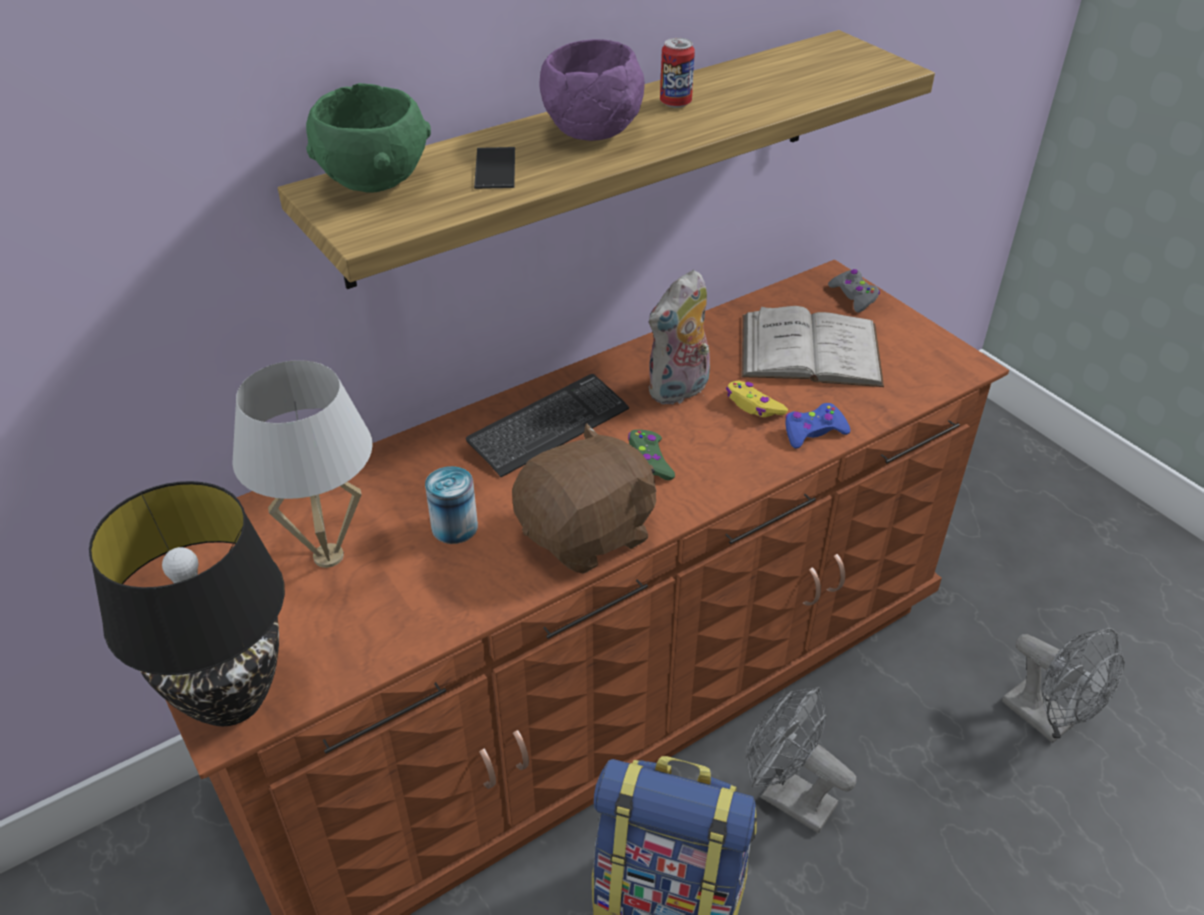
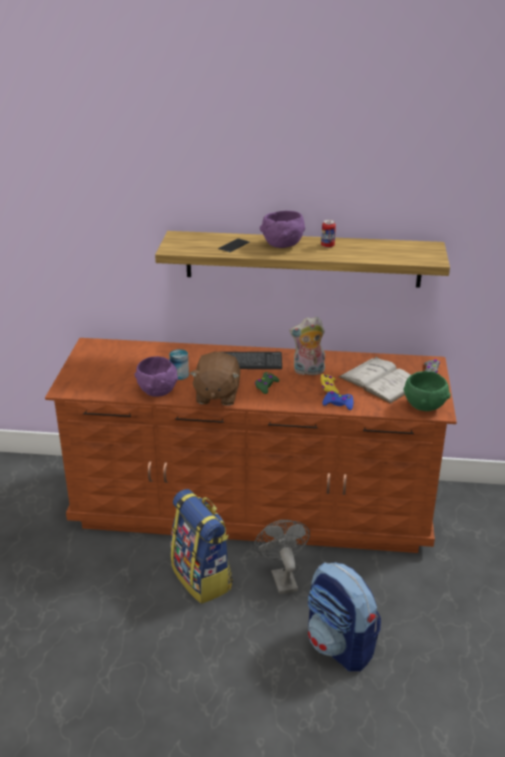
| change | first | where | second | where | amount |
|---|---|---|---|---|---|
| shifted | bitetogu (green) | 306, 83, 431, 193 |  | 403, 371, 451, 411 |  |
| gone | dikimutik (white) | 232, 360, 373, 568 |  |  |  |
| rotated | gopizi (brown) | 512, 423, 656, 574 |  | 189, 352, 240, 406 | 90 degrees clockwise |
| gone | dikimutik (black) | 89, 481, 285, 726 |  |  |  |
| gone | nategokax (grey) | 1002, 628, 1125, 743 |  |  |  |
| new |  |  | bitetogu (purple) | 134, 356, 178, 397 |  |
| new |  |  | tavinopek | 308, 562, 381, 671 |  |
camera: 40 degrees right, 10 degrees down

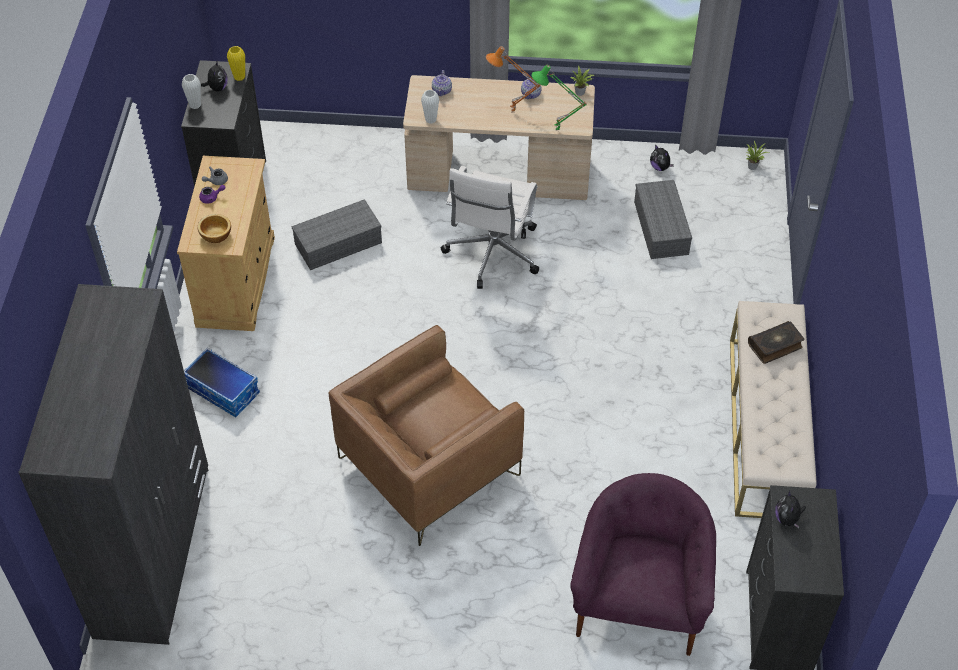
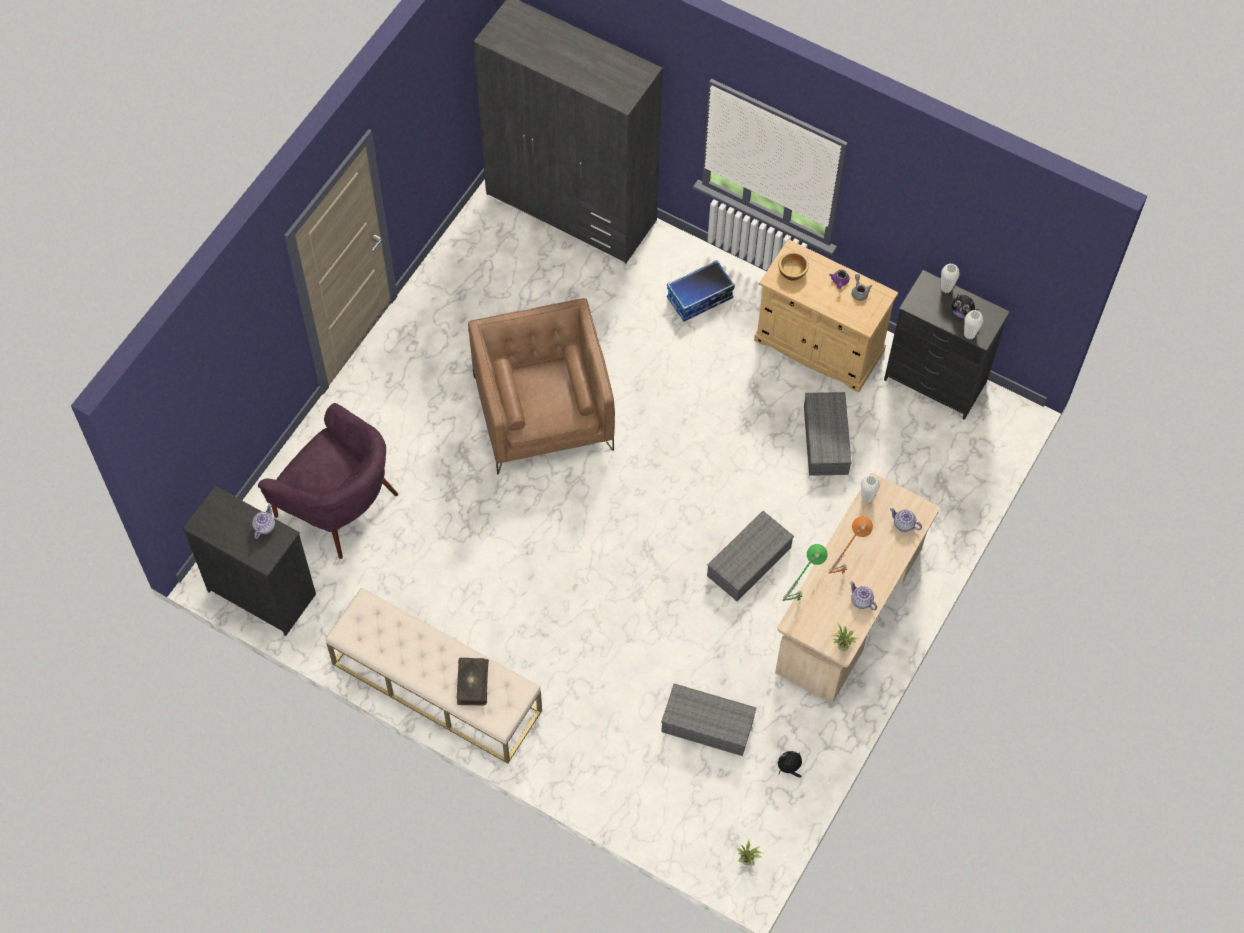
| change | first | where | second | where | amount |
|---|---|---|---|---|---|
| repainted | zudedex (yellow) | 227, 46, 245, 81 | zudedex (white) | 964, 310, 983, 340 |  |
| swapped | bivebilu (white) | 441, 166, 539, 289 | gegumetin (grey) | 707, 511, 794, 601 |  |
| swapped | gopizi | 776, 490, 806, 528 | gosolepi | 252, 504, 275, 539 |  |
camera: 115 degrees right, 10 degrees up

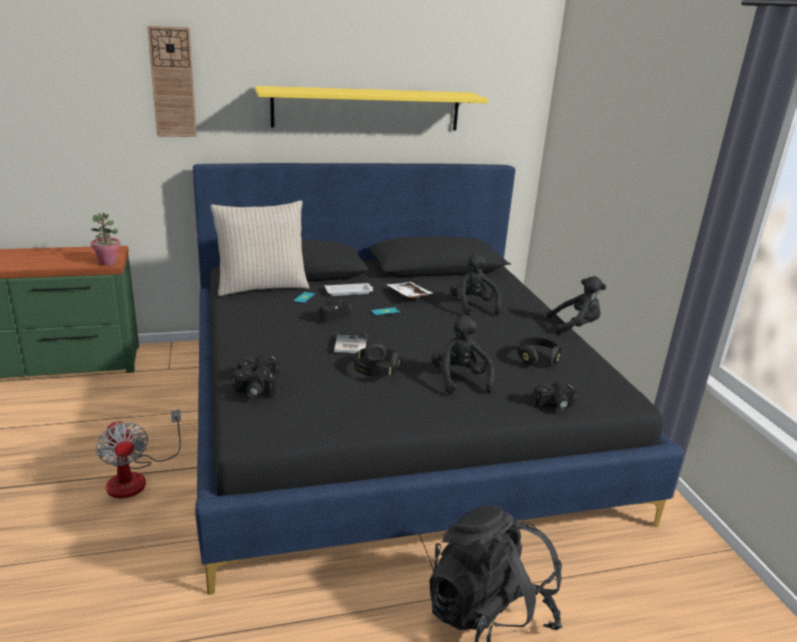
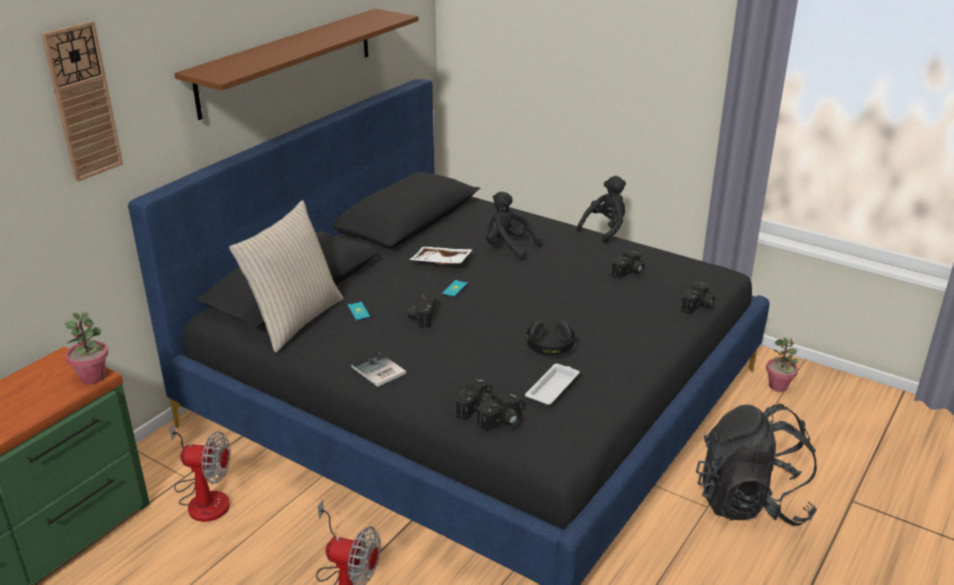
| change | first | where | second | where | amount |
|---|---|---|---|---|---|
| repainted | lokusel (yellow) | 255, 86, 489, 131 | lokusel (brown) | 174, 9, 418, 120 |  |
| shifted | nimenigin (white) | 325, 283, 373, 296 |  | 525, 364, 580, 405 |  |
| gone | gopizi (black) | 431, 315, 495, 394 |  |  |  |
| shifted | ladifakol | 334, 332, 367, 353 |  | 351, 352, 406, 387 |  |
| swapped | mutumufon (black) | 517, 337, 561, 366 | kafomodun | 611, 251, 645, 279 |  |
| new |  |  | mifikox | 766, 337, 798, 392 |  |
| new |  |  | nategokax | 169, 423, 230, 522 |  |
camera: 40 degrees left, 5 degrees up

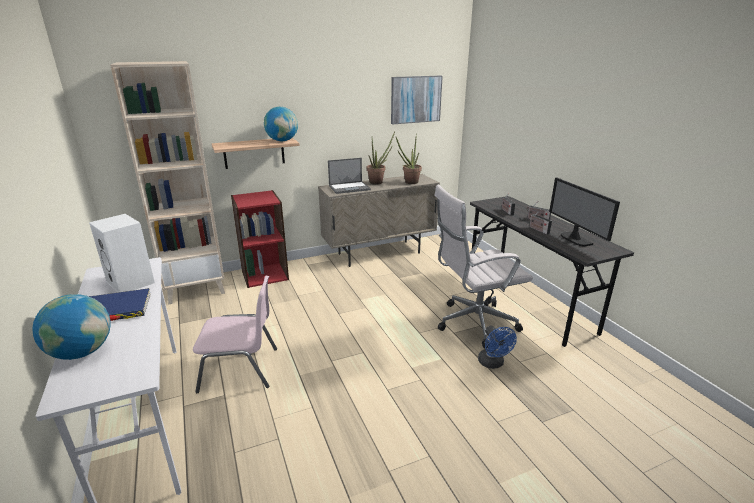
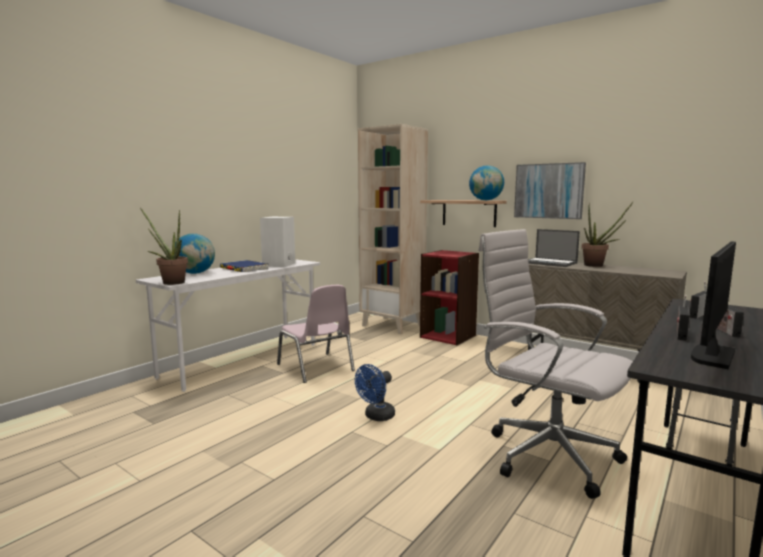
| change | first | where | second | where | amount |
|---|---|---|---|---|---|
| shifted | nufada | 391, 76, 443, 124 |  | 514, 162, 586, 219 |  |
| shifted | mifikox | 396, 137, 422, 184 |  | 140, 208, 188, 285 |  |
| shifted | nategokax (blue) | 478, 326, 517, 369 |  | 355, 364, 395, 421 |  |
camera: 60 degrees right, 15 degrees down

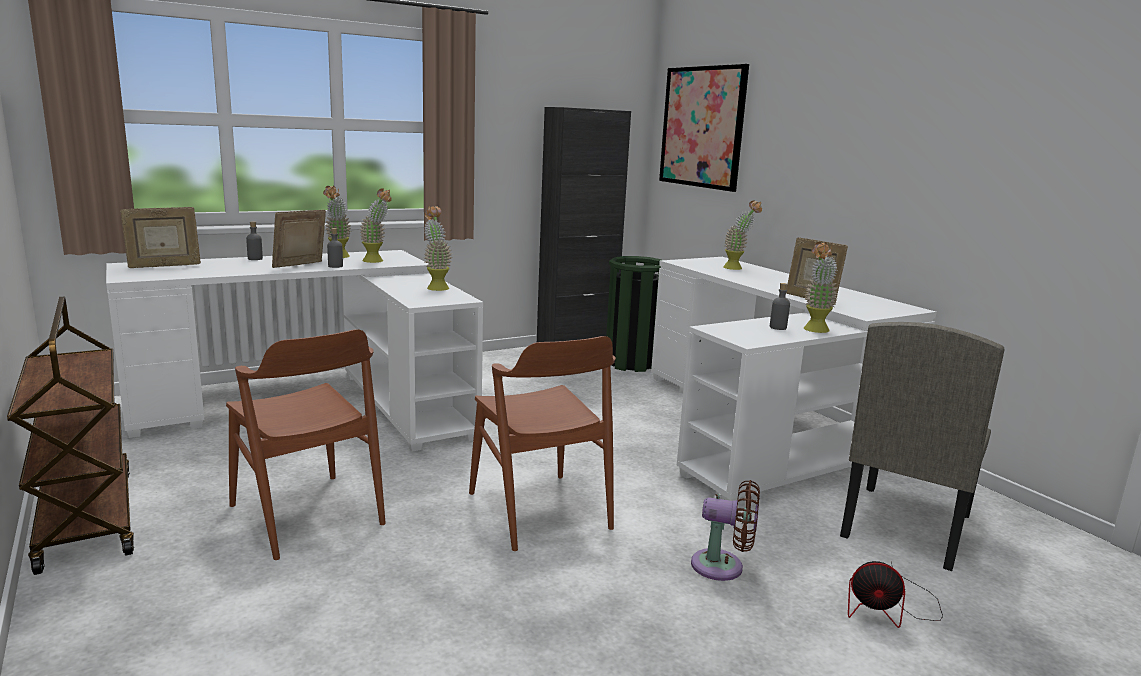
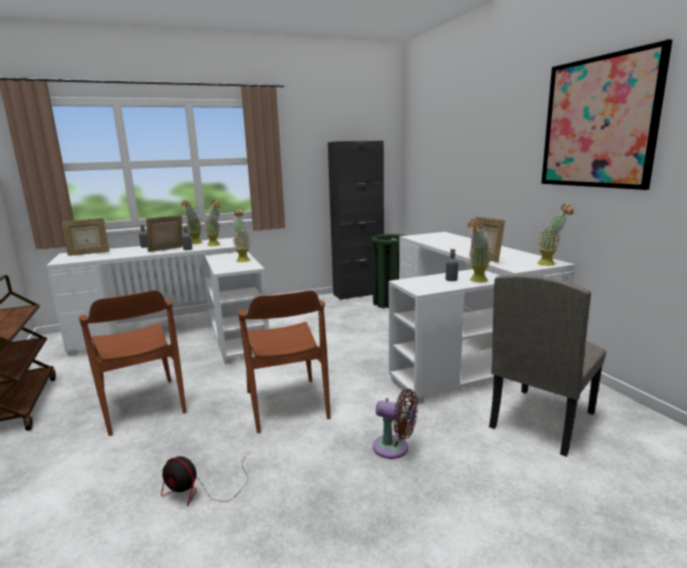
| change | first | where | second | where | amount |
|---|---|---|---|---|---|
| shifted | nufada | 659, 64, 749, 192 |  | 541, 39, 672, 190 |  |
| shifted | mifikox | 723, 201, 762, 270 |  | 537, 204, 574, 266 |  |
| shifted | nategokax | 848, 561, 943, 628 |  | 161, 452, 250, 506 |  |
camera: 10 degrees right, 0 degrees up

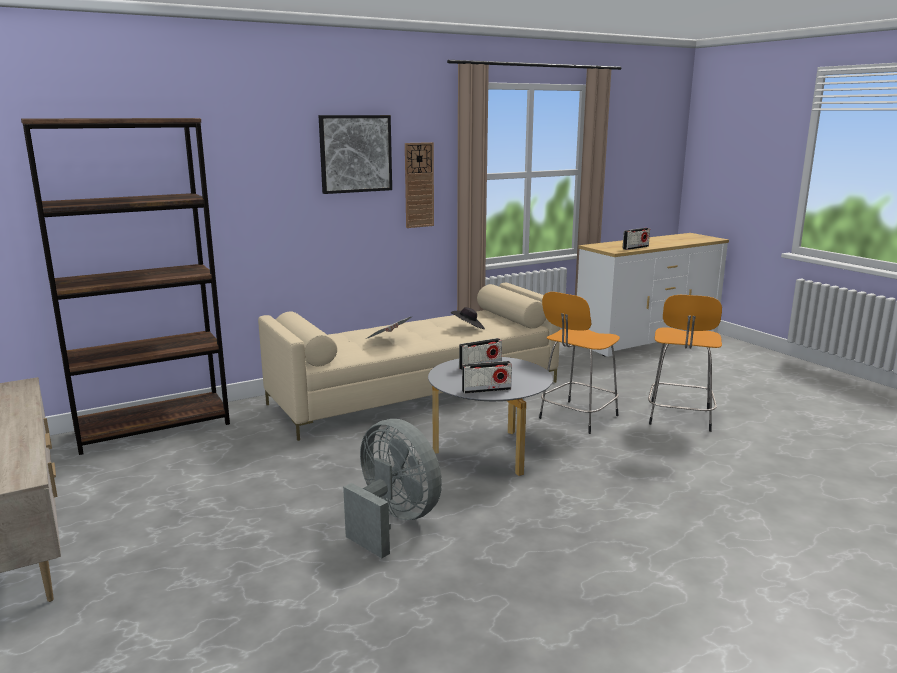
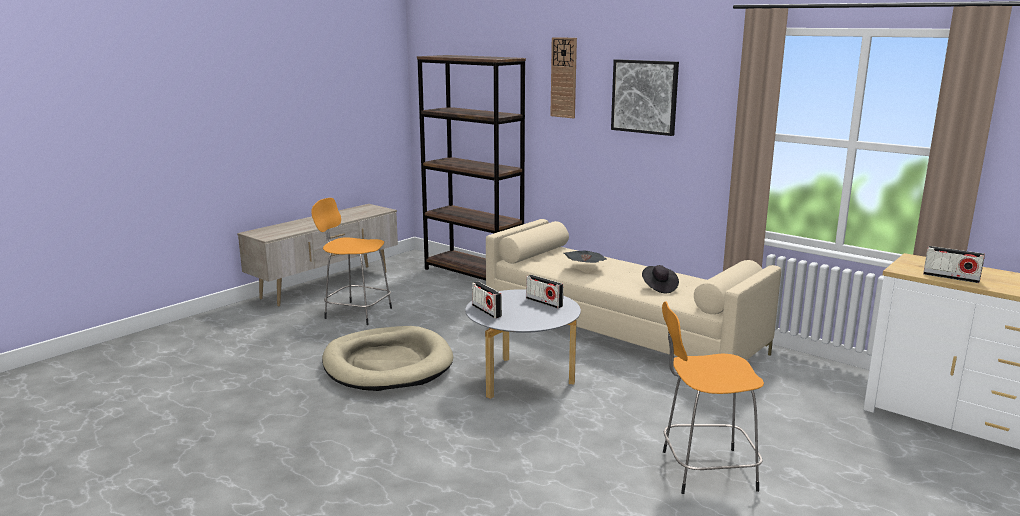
| change | first | where | second | where | amount |
|---|---|---|---|---|---|
| shifted | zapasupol | 405, 142, 434, 228 |  | 550, 37, 577, 118 |  |
| shifted | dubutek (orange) | 539, 292, 620, 434 |  | 311, 198, 392, 325 |  |
| swapped | nategokax (grey) | 343, 419, 442, 558 | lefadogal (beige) | 322, 326, 453, 391 |  |
camera: 70 degrees right, 0 degrees up

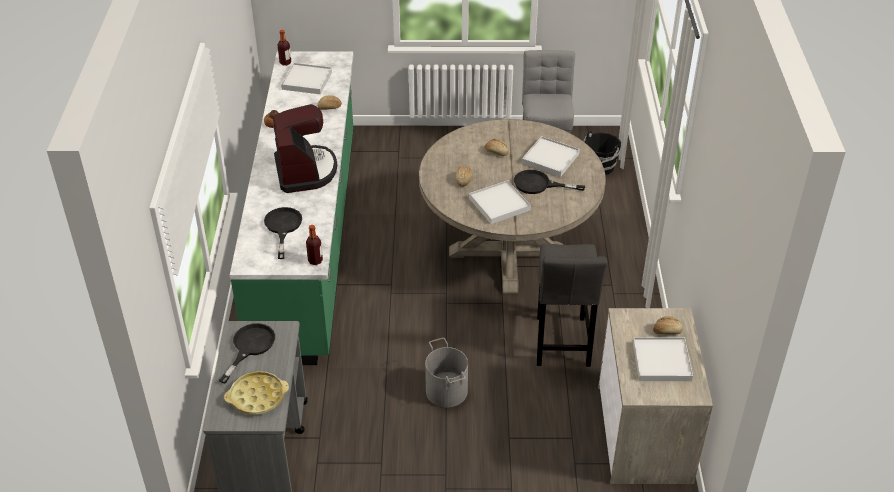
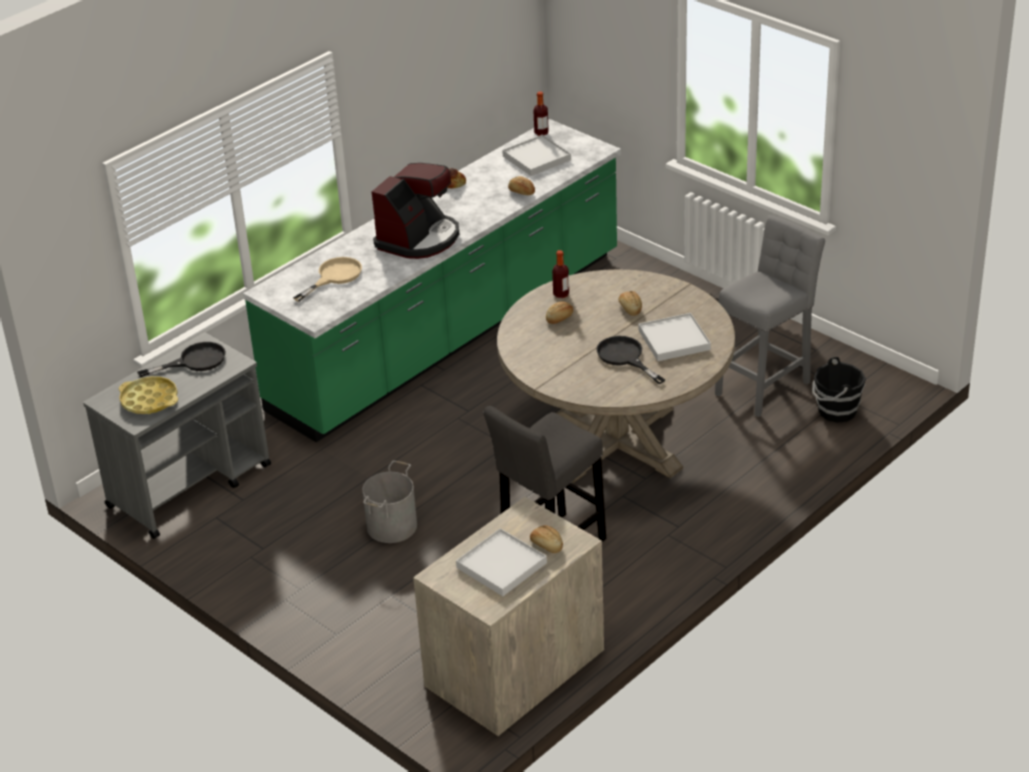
| change | first | where | second | where | amount |
|---|---|---|---|---|---|
| gone | nimenigin (white) | 469, 180, 531, 224 |  |  |  |
| repainted | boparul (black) | 264, 207, 302, 259 | boparul (beige) | 293, 257, 362, 302 |  |
| shifted | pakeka | 306, 225, 323, 265 |  | 552, 250, 569, 298 |  |
camera: 45 degrees right, 5 degrees down

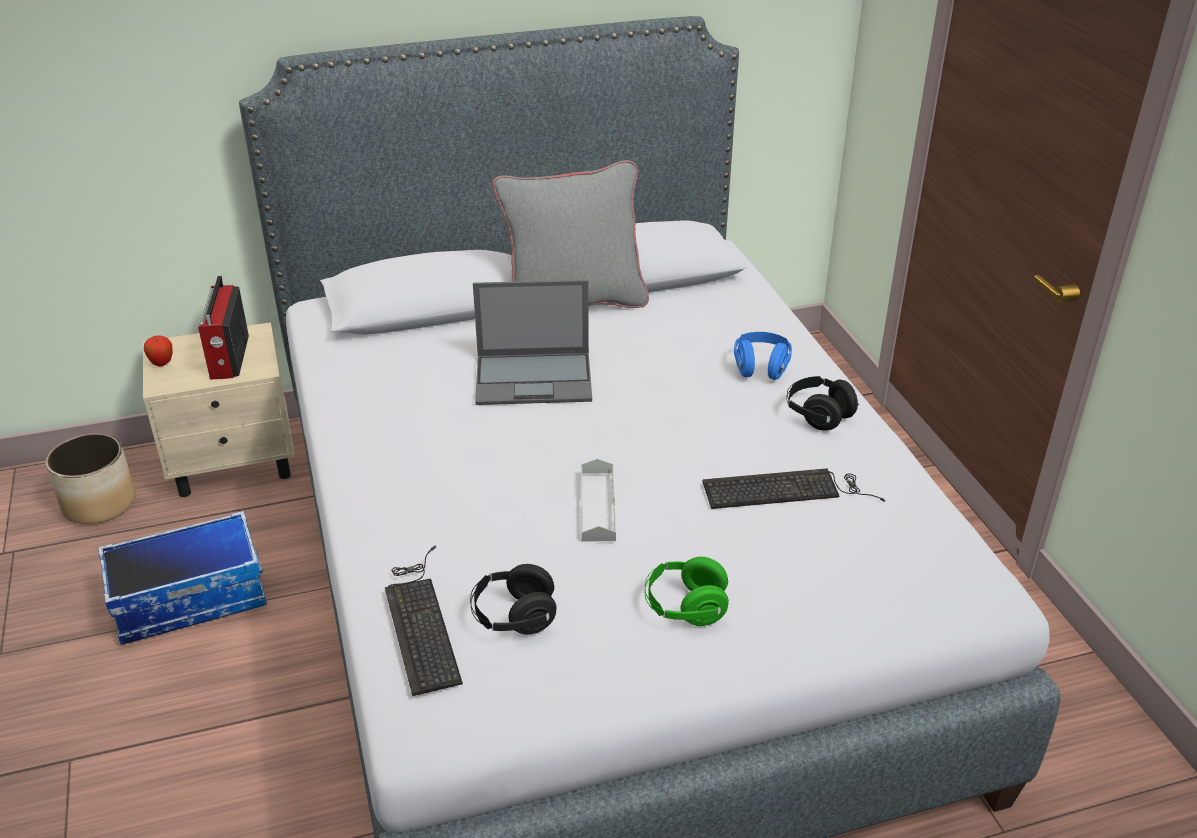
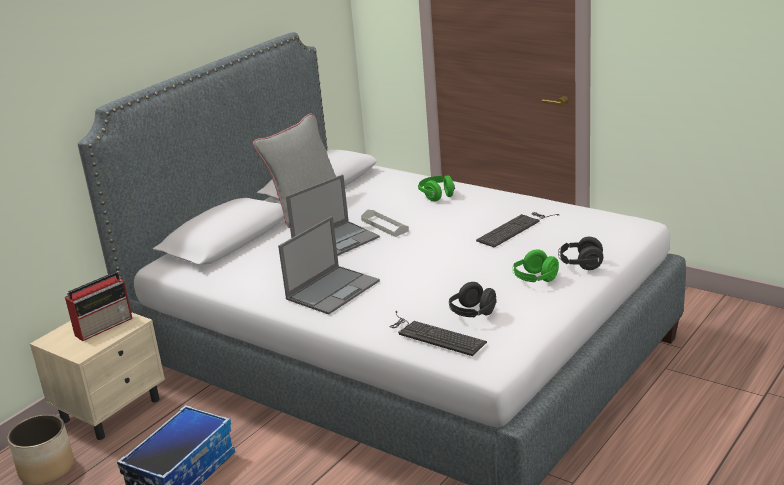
| change | first | where | second | where | amount |
|---|---|---|---|---|---|
| rotated | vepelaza | 198, 276, 249, 380 |  | 65, 271, 132, 341 | 90 degrees counterclockwise |
| repainted | mutumufon (blue) | 734, 332, 792, 380 | mutumufon (green) | 418, 175, 455, 201 |  |
| gone | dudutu | 144, 335, 173, 367 |  |  |  |
| shifted | mutumufon (black) | 786, 376, 859, 431 |  | 558, 237, 603, 270 |  |
| shifted | nimenigin (grey) | 581, 459, 616, 541 |  | 361, 209, 409, 237 |  |
| new |  |  | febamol | 278, 216, 380, 315 |  |
camera: 35 degrees left, 10 degrees down

